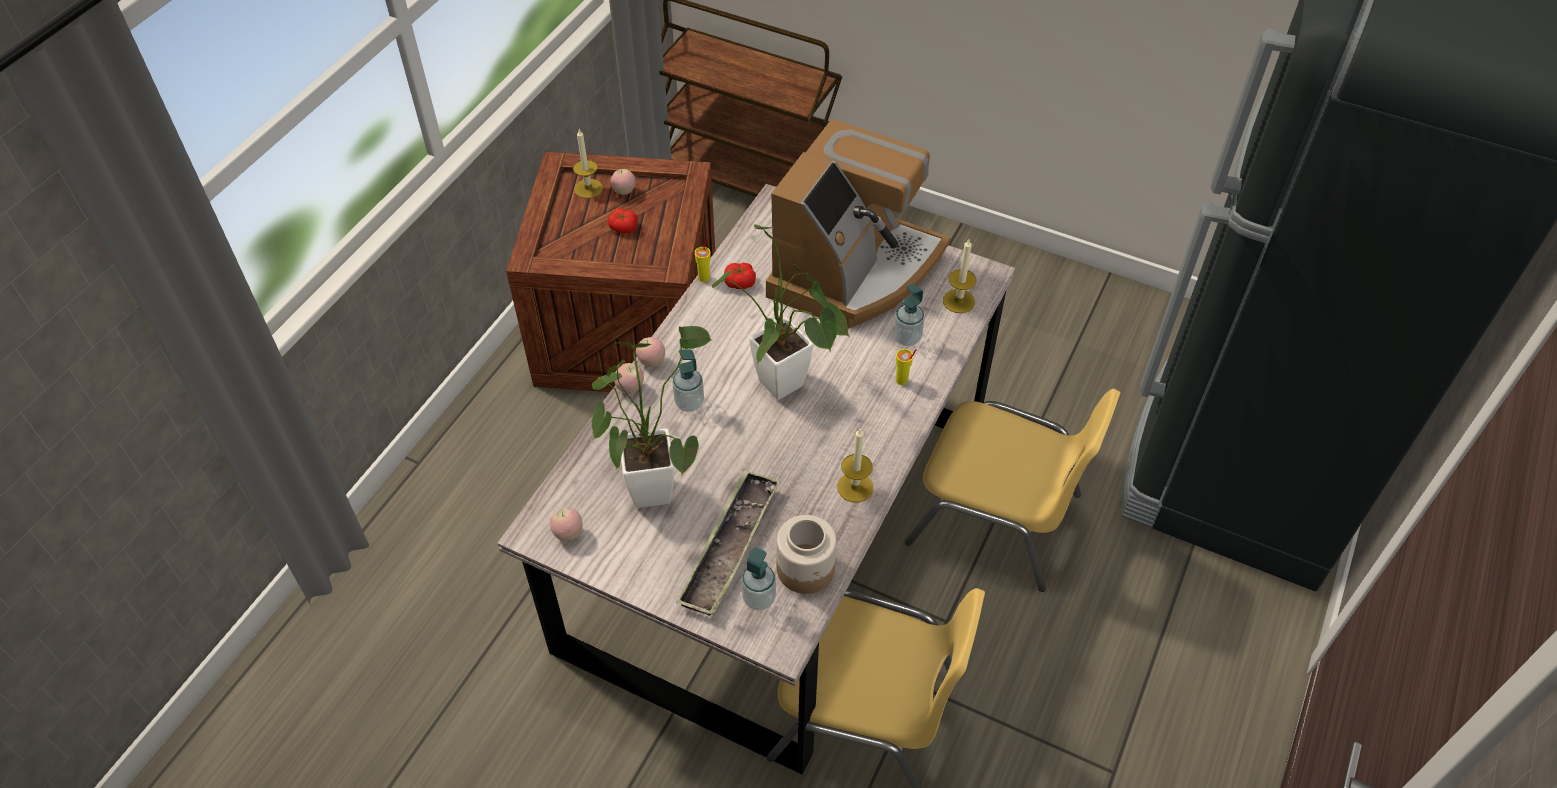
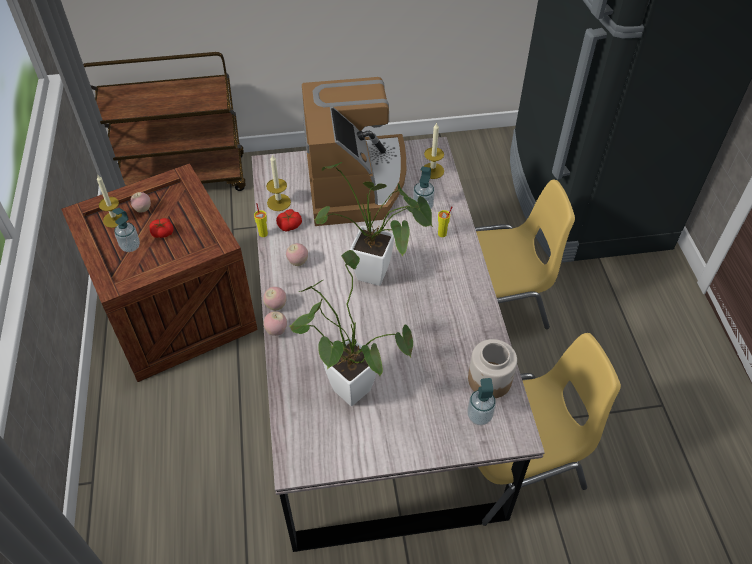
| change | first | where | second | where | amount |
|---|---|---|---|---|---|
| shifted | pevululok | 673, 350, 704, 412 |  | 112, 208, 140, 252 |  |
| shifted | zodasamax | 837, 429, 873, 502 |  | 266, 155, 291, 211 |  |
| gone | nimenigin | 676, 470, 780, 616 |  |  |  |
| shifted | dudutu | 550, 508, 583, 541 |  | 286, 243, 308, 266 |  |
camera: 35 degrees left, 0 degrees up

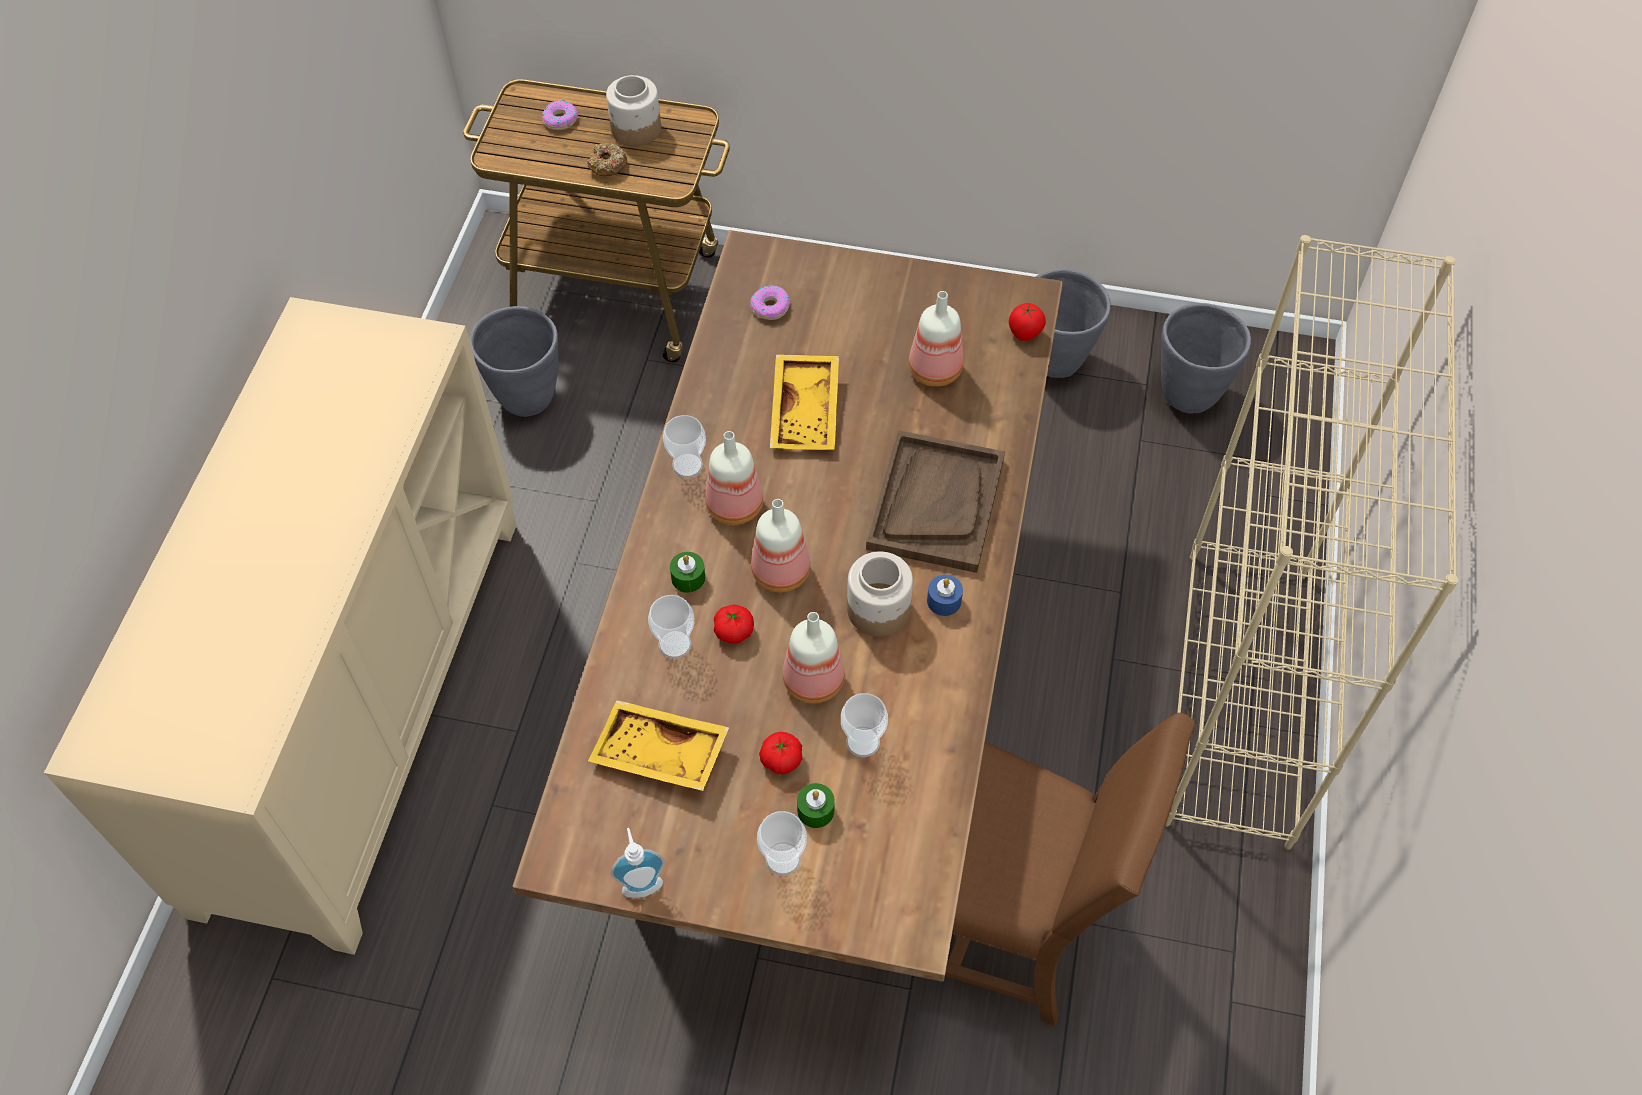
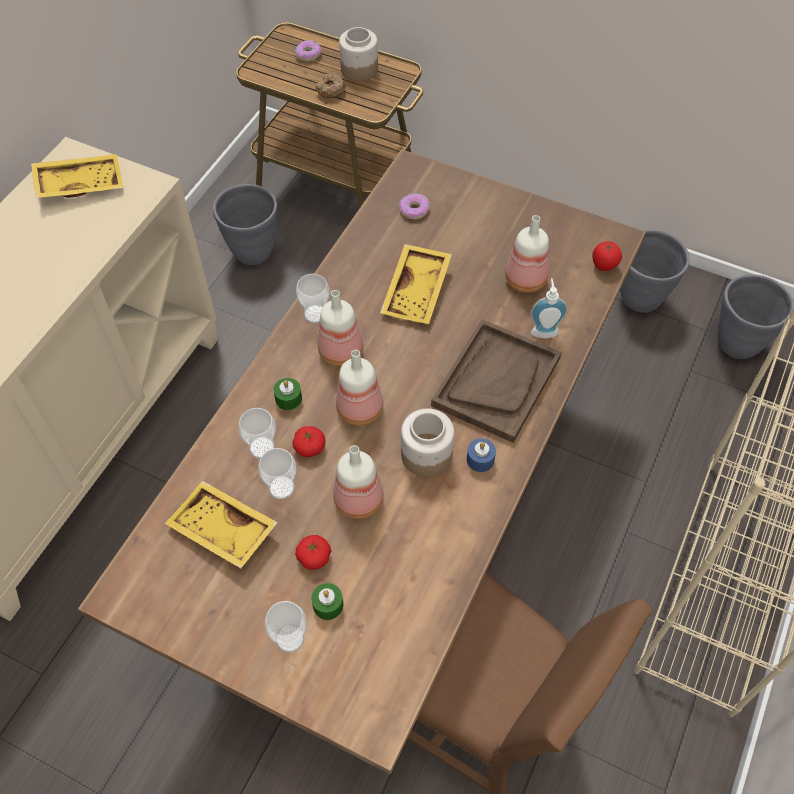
| change | first | where | second | where | amount |
|---|---|---|---|---|---|
| shifted | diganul | 841, 693, 888, 757 |  | 258, 448, 297, 499 |  |
| shifted | pevululok | 611, 828, 665, 898 |  | 530, 278, 568, 338 |  |
| new |  |  | nimenigin (yellow) | 31, 154, 123, 198 |  |
camera: 15 degrees right, 0 degrees up

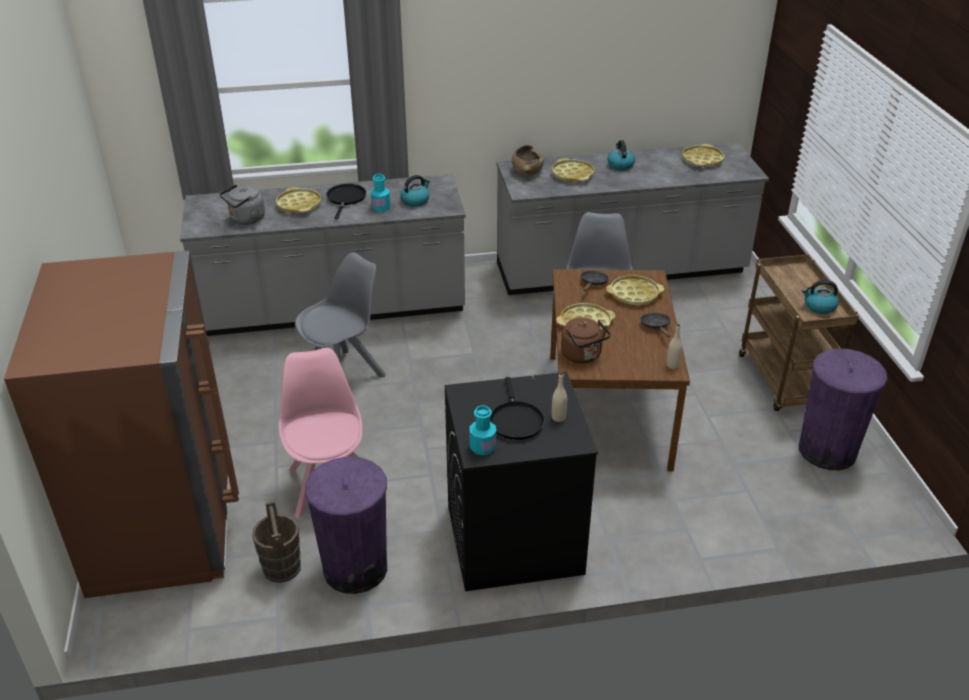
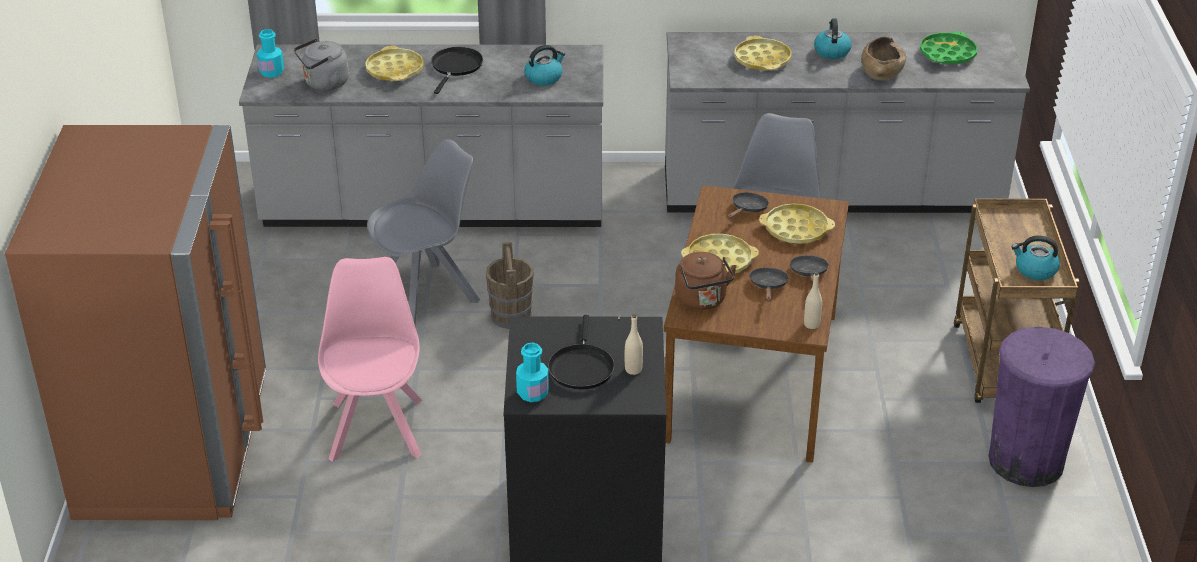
| change | first | where | second | where | amount |
|---|---|---|---|---|---|
| repainted | nimenigin (yellow) | 682, 144, 724, 167 | nimenigin (green) | 920, 31, 977, 64 |  |
| shifted | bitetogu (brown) | 512, 145, 544, 176 |  | 861, 36, 906, 80 |  |
| shifted | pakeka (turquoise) | 370, 174, 390, 212 |  | 257, 29, 284, 78 |  |
| gone | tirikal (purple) | 305, 456, 387, 594 |  |  |  |
| shifted | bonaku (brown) | 252, 501, 301, 583 |  | 486, 242, 534, 329 |  |
| new |  |  | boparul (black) | 749, 267, 789, 302 |  |
camera: 10 degrees right, 0 degrees up

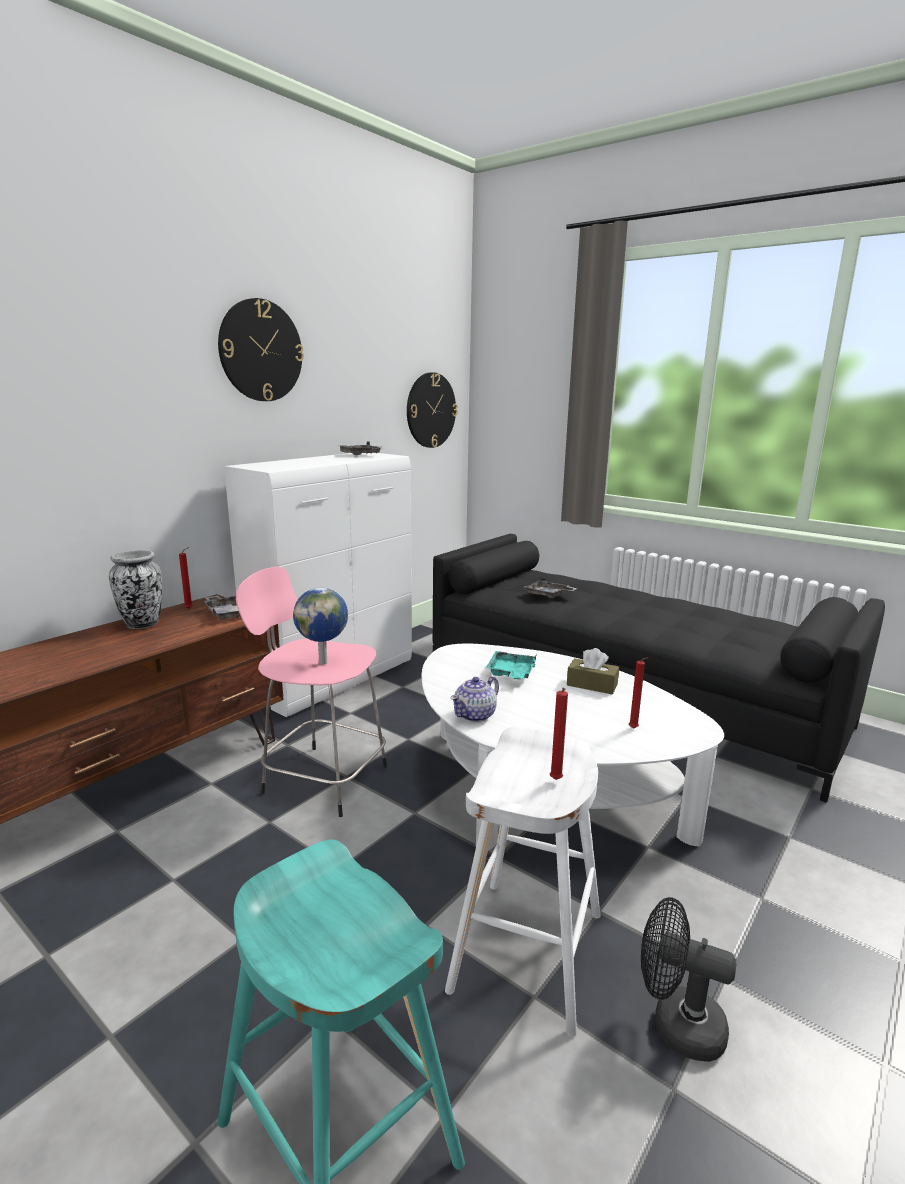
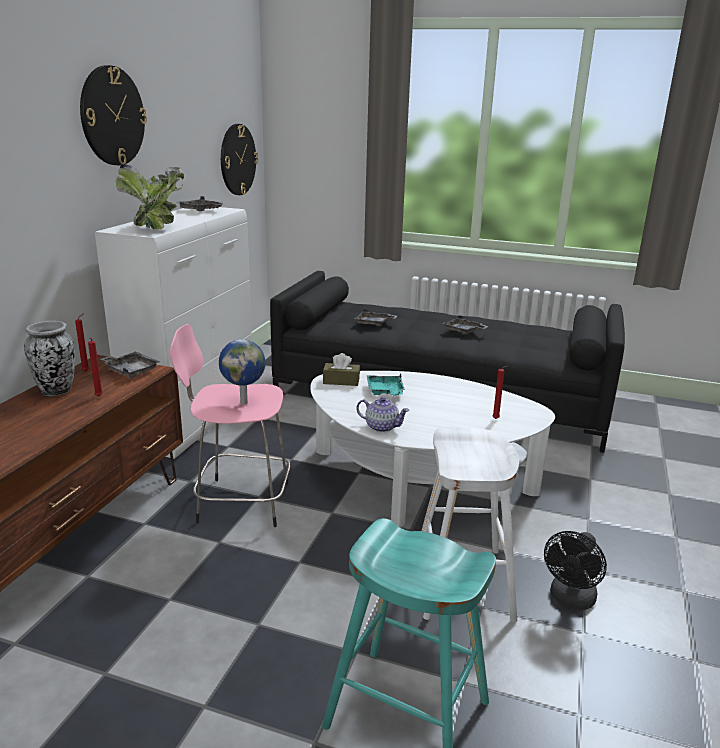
| change | first | where | second | where | amount |
|---|---|---|---|---|---|
| shifted | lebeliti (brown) | 567, 648, 619, 694 |  | 323, 353, 360, 386 |  |
| rotated | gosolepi | 450, 676, 499, 722 |  | 356, 397, 410, 432 | 90 degrees counterclockwise |
| shifted | zodasamax (red) | 550, 687, 568, 780 |  | 88, 338, 103, 397 |  |
| rotated | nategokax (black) | 641, 897, 736, 1062 |  | 544, 531, 607, 610 | 60 degrees counterclockwise |
| new |  |  | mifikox | 116, 164, 184, 230 |  |
| new |  |  | nimenigin (grey) | 442, 315, 489, 334 |  |
camera: 20 degrees left, 5 degrees up

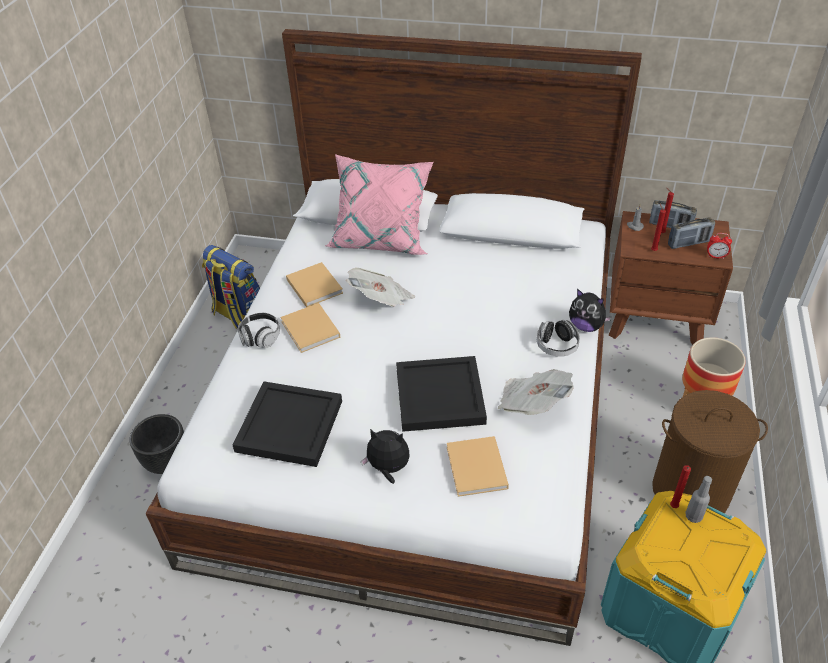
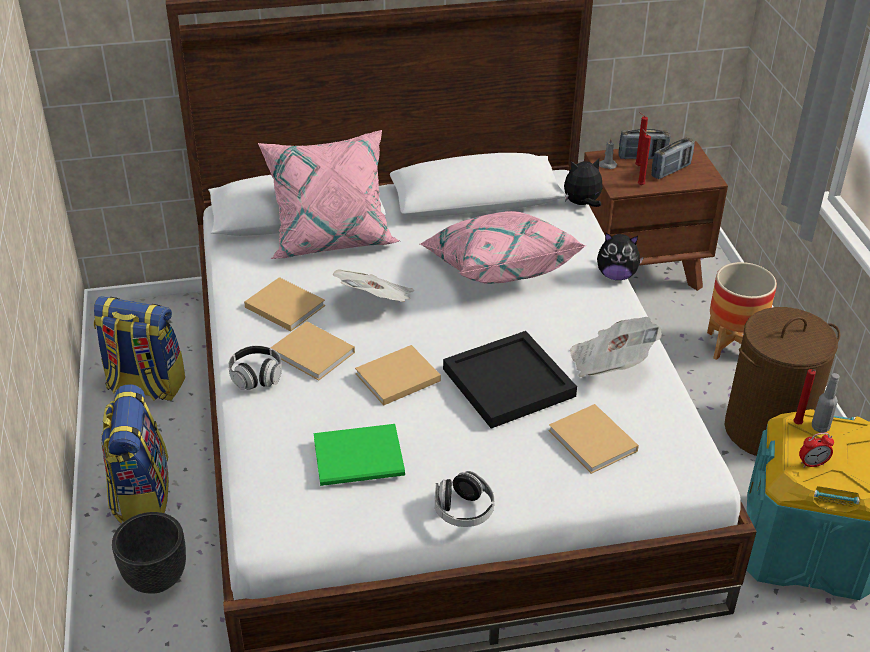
| change | first | where | second | where | amount |
|---|---|---|---|---|---|
| shifted | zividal | 707, 233, 732, 259 |  | 799, 433, 834, 468 |  |
| shifted | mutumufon | 537, 320, 580, 357 |  | 435, 471, 494, 527 |  |
| swapped | nimenigin (black) | 233, 381, 342, 467 | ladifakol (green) | 314, 424, 405, 486 |  |
| shifted | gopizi | 361, 429, 410, 484 |  | 564, 159, 603, 207 |  |
| new |  |  | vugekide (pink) | 420, 211, 587, 284 |  |
| new |  |  | ladifakol (beige) | 355, 345, 441, 406 |  |
| new |  |  | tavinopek | 101, 384, 169, 523 |  |
camera: 25 degrees left, 5 degrees down

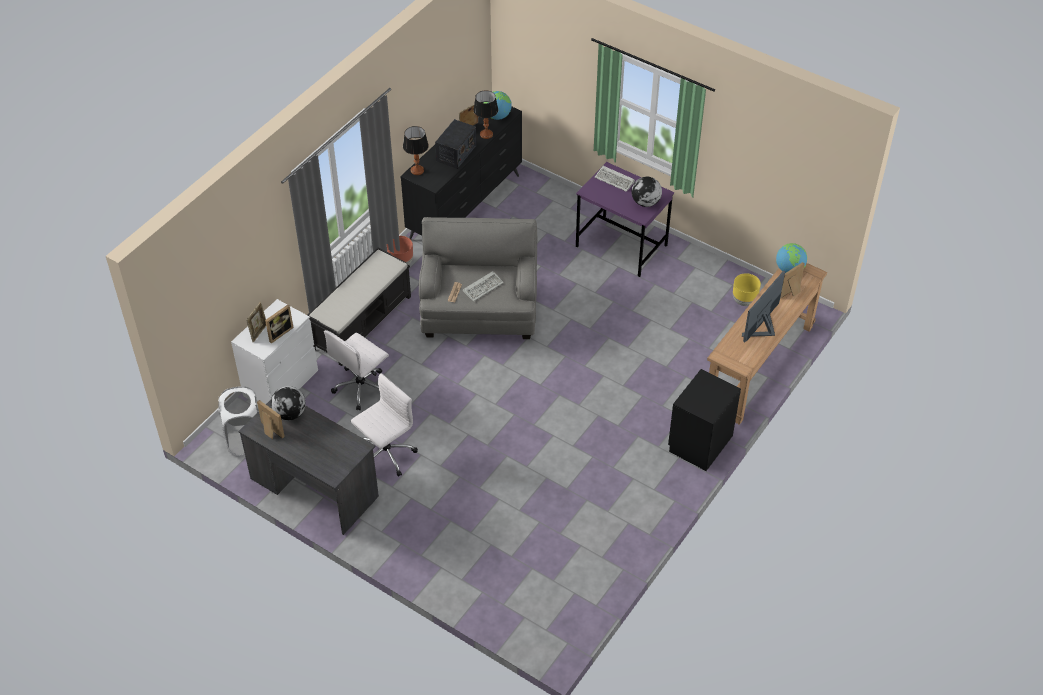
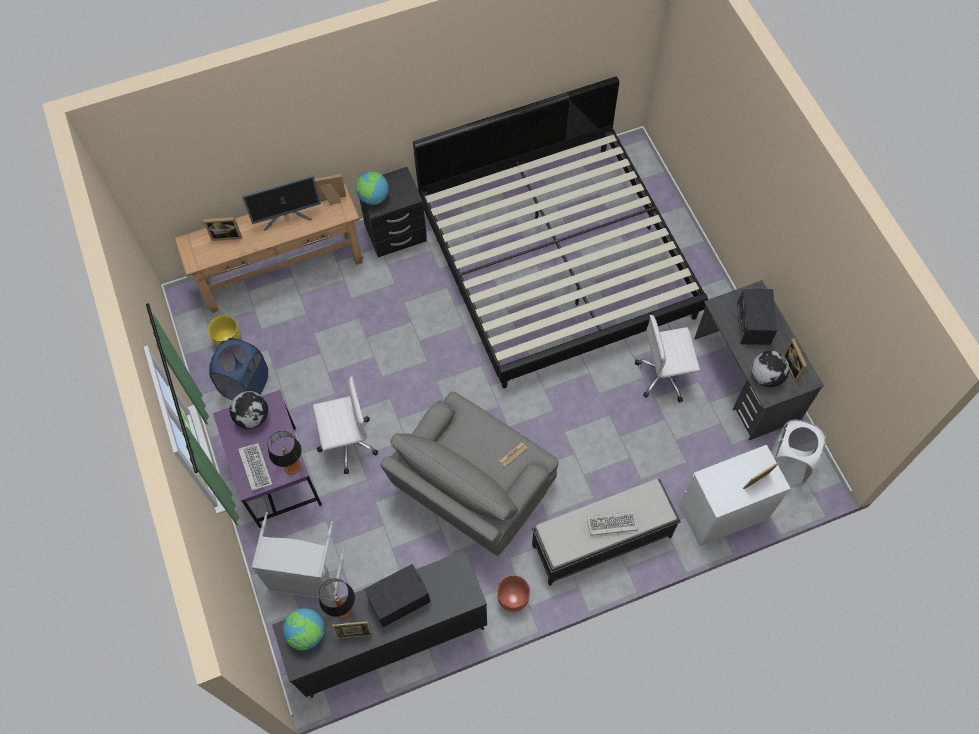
| change | first | where | second | where | amount |
|---|---|---|---|---|---|
| shifted | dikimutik | 403, 126, 429, 175 |  | 268, 431, 302, 475 |  |
| shifted | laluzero | 776, 243, 807, 273 |  | 356, 172, 389, 205 |  |
| shifted | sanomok | 463, 271, 504, 302 |  | 587, 512, 638, 536 |  |
| shifted | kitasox | 265, 305, 293, 344 |  | 315, 174, 346, 205 |  |
| shifted | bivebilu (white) | 324, 330, 389, 410 |  | 313, 376, 378, 474 |  |
| new |  |  | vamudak | 413, 76, 708, 388 |  |
| new |  |  | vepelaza | 737, 288, 778, 345 |  |
| new |  |  | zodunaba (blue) | 209, 338, 268, 400 |  |
| new |  |  | zodunaba (grey) | 251, 512, 345, 601 |  |
camera: 145 degrees left, 15 degrees up

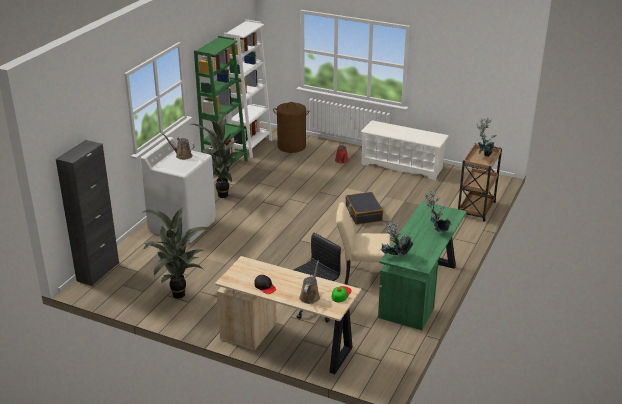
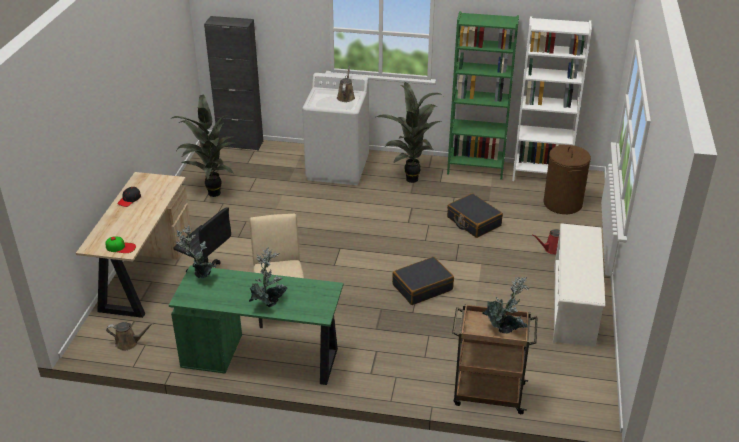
| change | first | where | second | where | amount |
|---|---|---|---|---|---|
| shifted | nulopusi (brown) | 299, 260, 320, 304 |  | 106, 322, 154, 351 |  |
| new |  |  | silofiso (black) | 447, 193, 503, 238 |  |
camera: 75 degrees right, 5 degrees up

